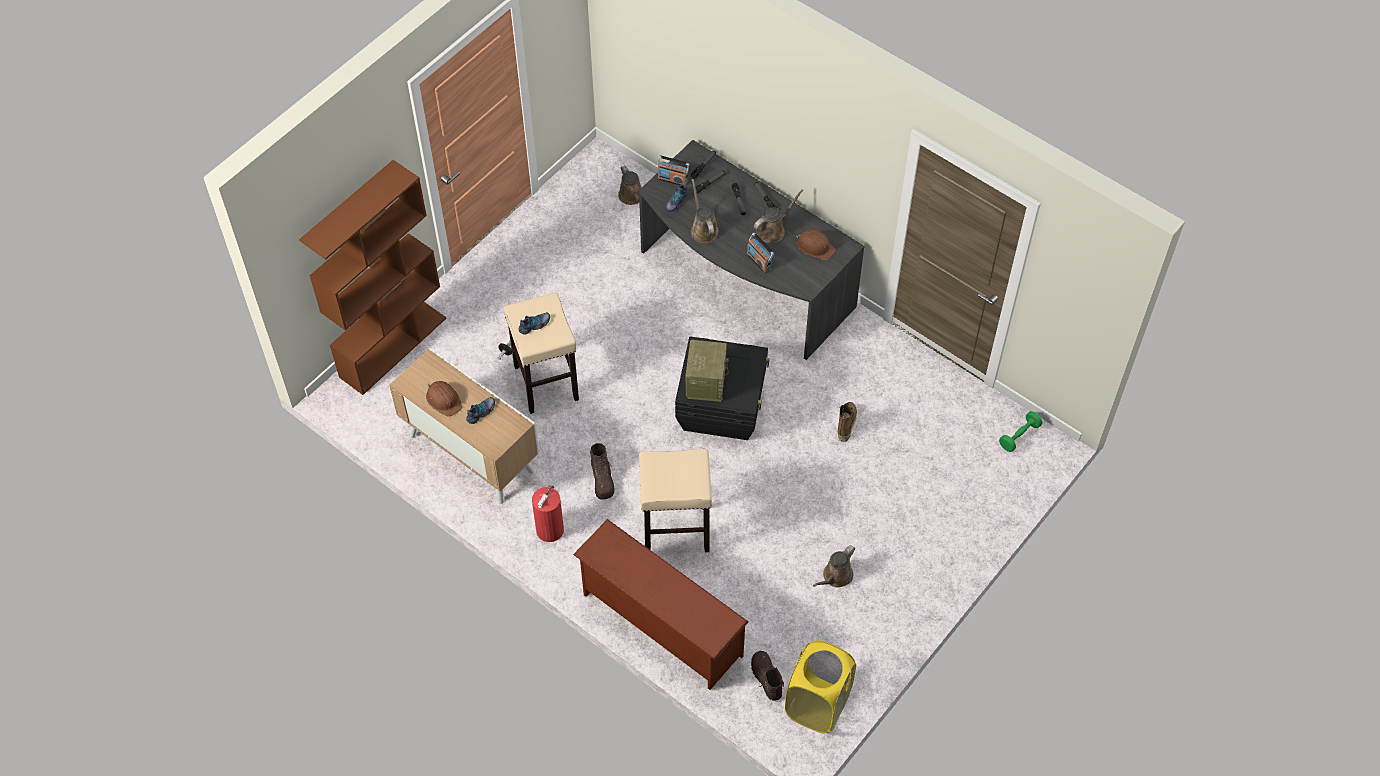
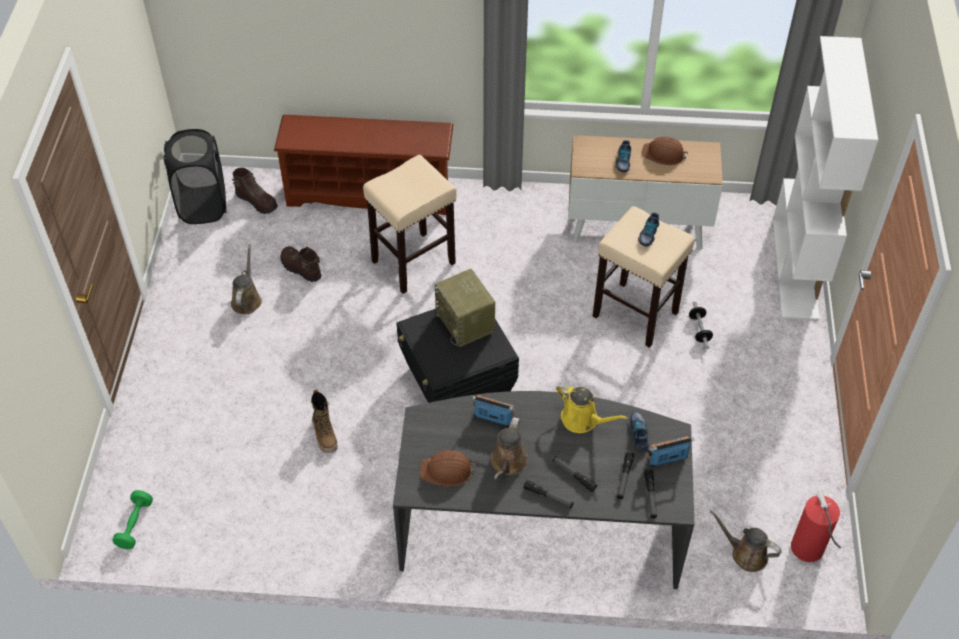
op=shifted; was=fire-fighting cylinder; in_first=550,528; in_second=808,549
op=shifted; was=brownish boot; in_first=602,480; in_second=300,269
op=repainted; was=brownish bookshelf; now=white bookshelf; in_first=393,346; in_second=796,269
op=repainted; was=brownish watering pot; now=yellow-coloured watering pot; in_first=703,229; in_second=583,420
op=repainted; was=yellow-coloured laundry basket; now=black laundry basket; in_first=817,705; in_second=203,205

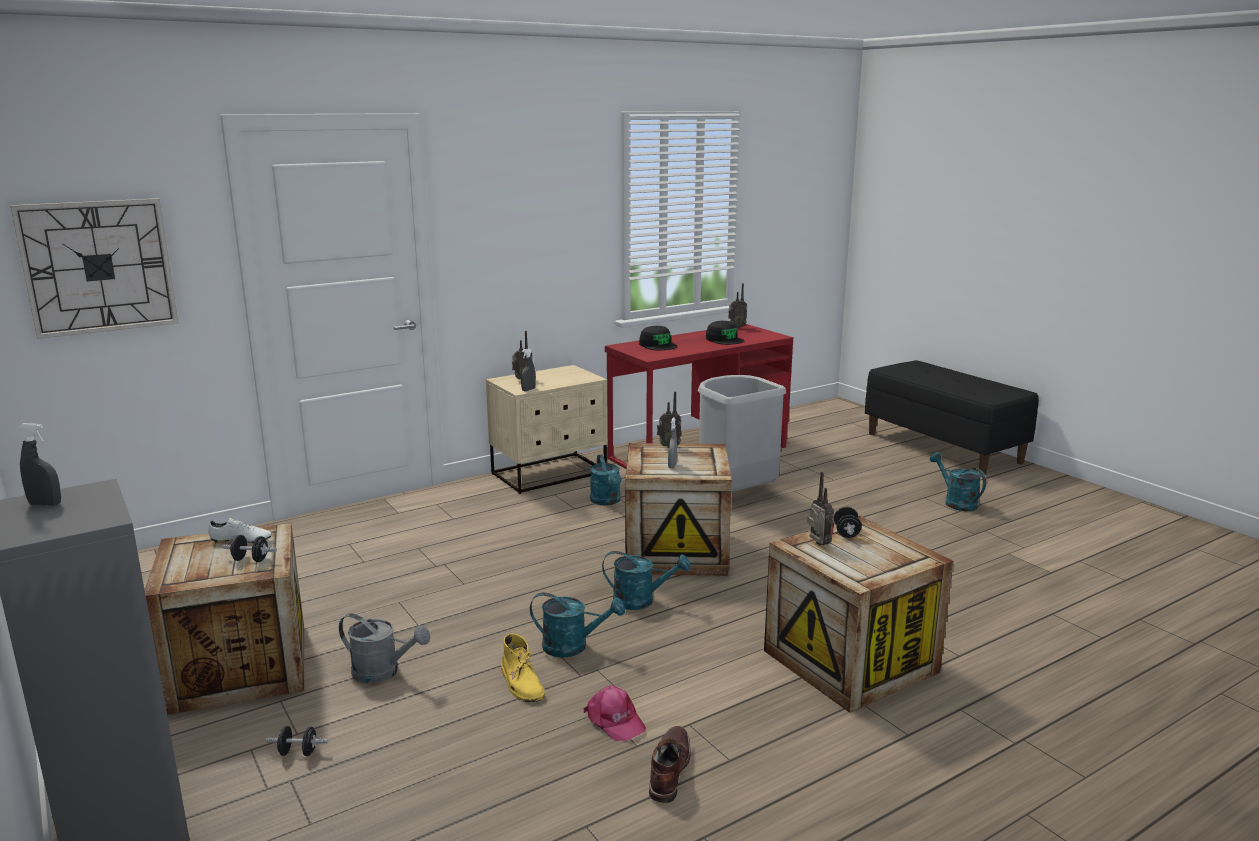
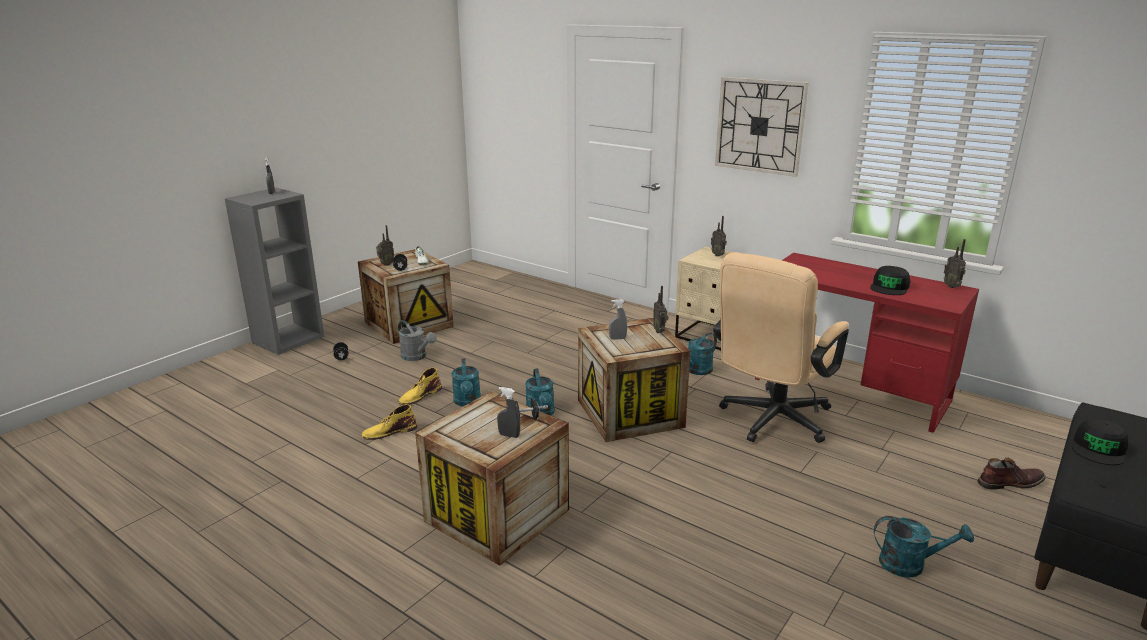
op=shifted; was=hanging clock; in_first=98,267; in_second=760,126
op=shifted; was=grey sprayer; in_first=528,390; in_second=509,435
op=shifted; was=black baseball cap; in_first=658,345; in_second=1098,449
op=shifted; was=brownish boot; in_first=668,770; in_second=1009,482
op=shifted; was=radio receiver; in_first=818,545; in_second=386,264
op=swapped; was=pinkish baseball cap; now=yellow-coloured boot; in_first=614,720; in_second=389,432
op=swapped; was=grey trash can; now=beige computer chair; in_first=734,495; in_second=770,422
op=rotated; was=grey watering pot; in_first=383,672; in_second=417,357; clockwise=-45
op=rotated; was=blue-green watering pot; in_first=956,502; in_second=910,564; clockwise=60

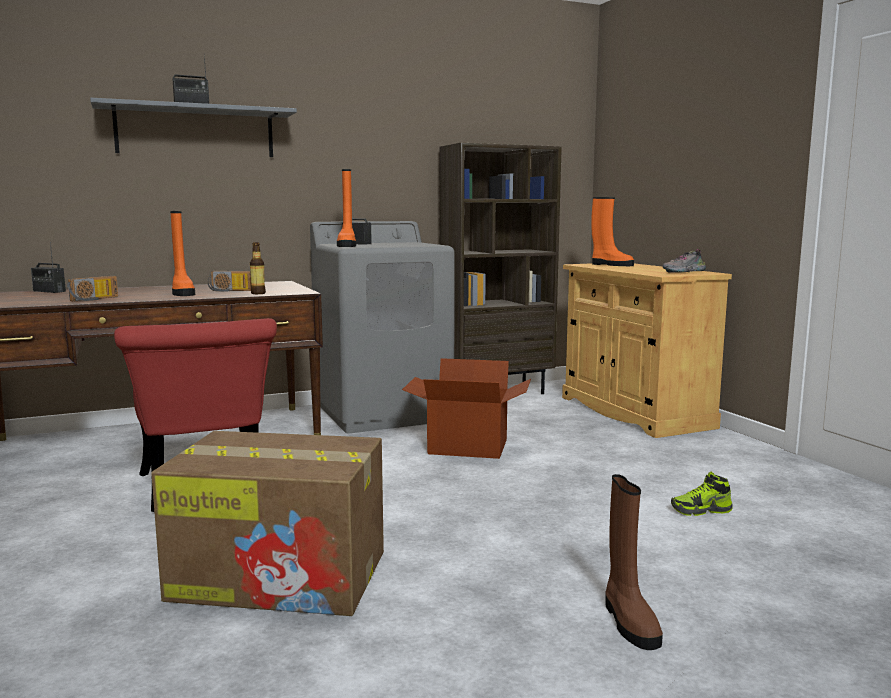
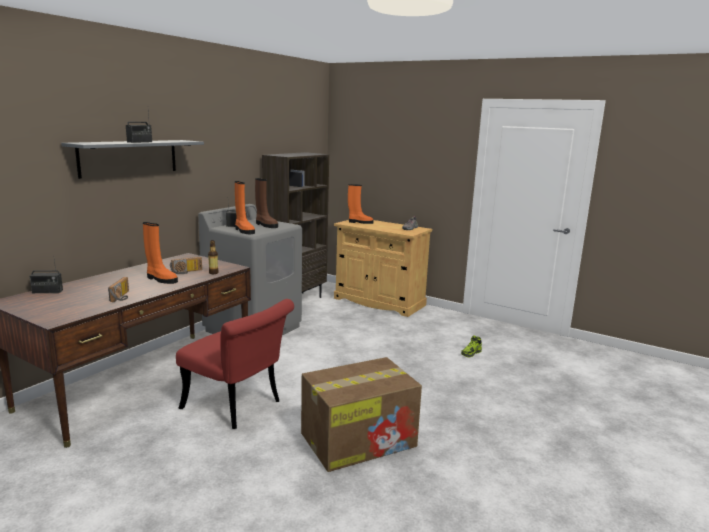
op=gone; was=carton; in_first=467,447
op=shifted; was=brownish boot; in_first=629,622; in_second=265,225

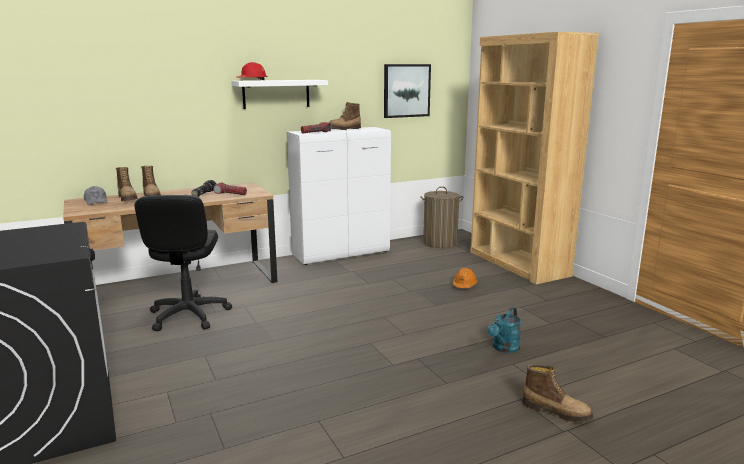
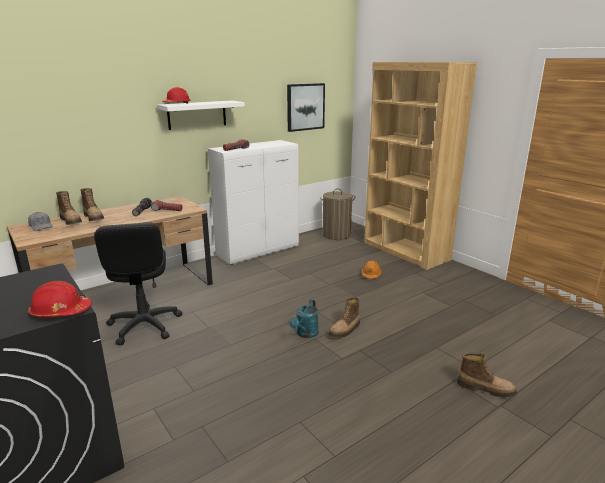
op=new; now=red hard hat; in_second=60,312
op=shifted; was=boot; in_first=344,129; in_second=345,330
op=shifted; was=blue-green watering pot; in_first=504,348; in_second=305,334

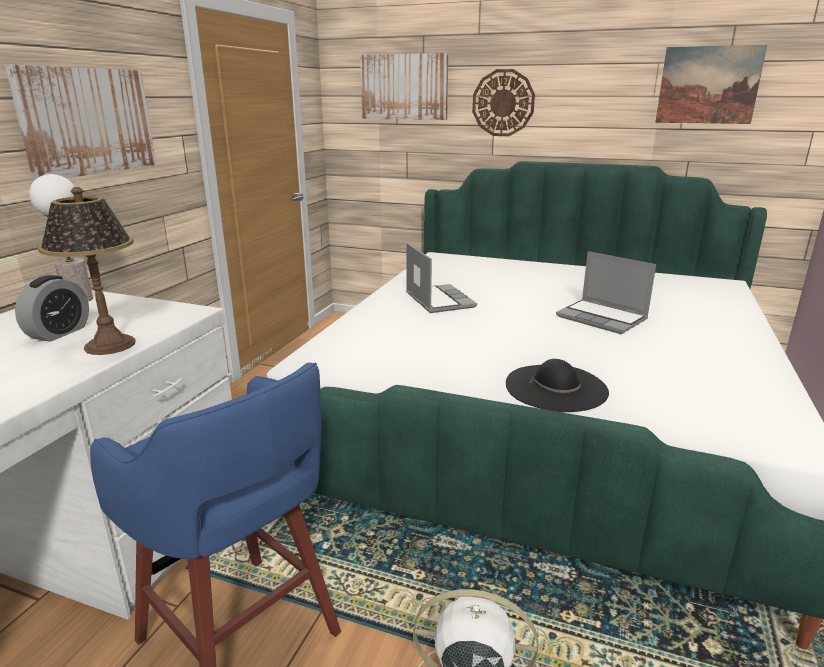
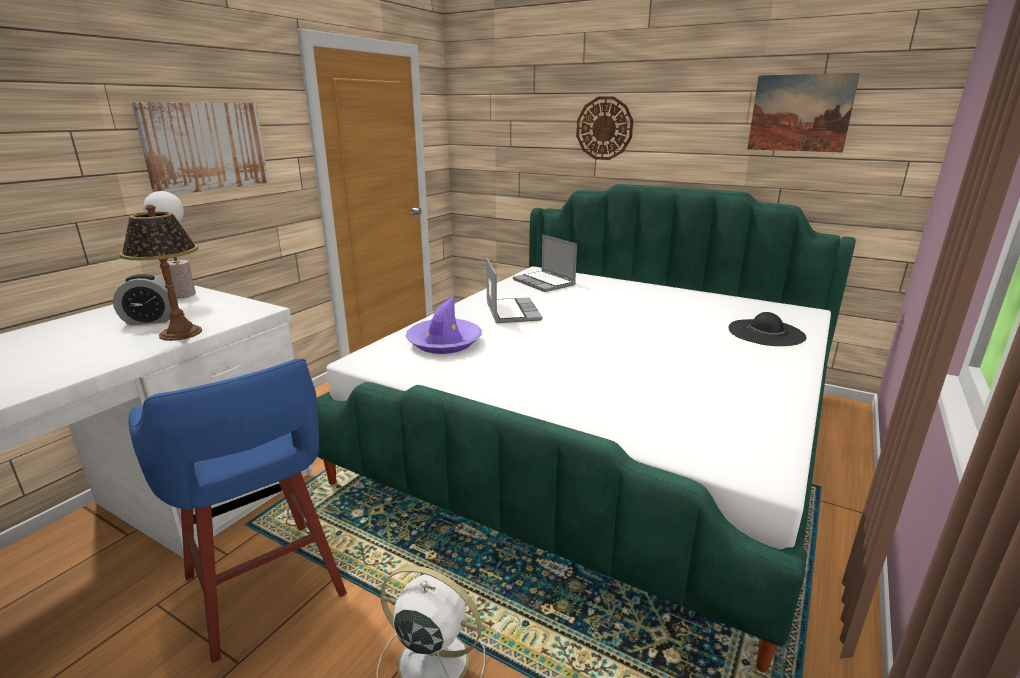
op=gone; was=wall picture; in_first=404,87
op=new; now=purple-coloured hat; in_second=444,343
op=shifted; was=black hat; in_first=556,387; in_second=766,332
op=shifted; was=notebook computer; in_first=603,318; in_second=545,283
op=rotated; was=table clock; in_first=59,333; in_second=151,320; clockwise=45

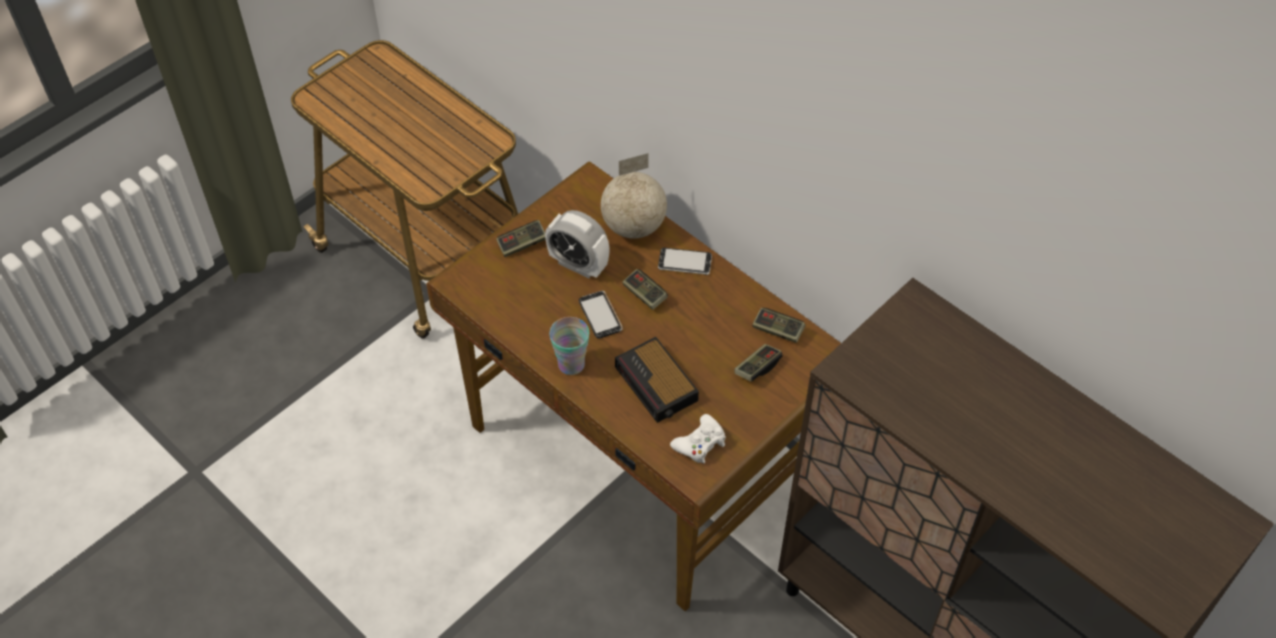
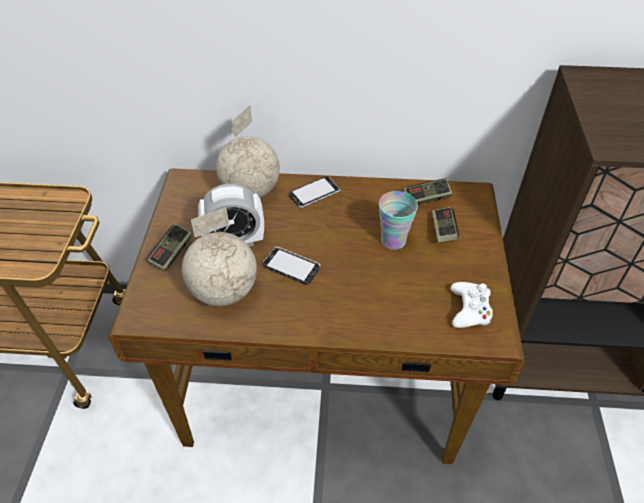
op=gone; was=table clock; in_first=657,385
op=gone; was=game controller; in_first=644,294
op=new; now=desk globe; in_second=223,291
op=shifted; was=small cup; in_first=571,364; in_second=393,240

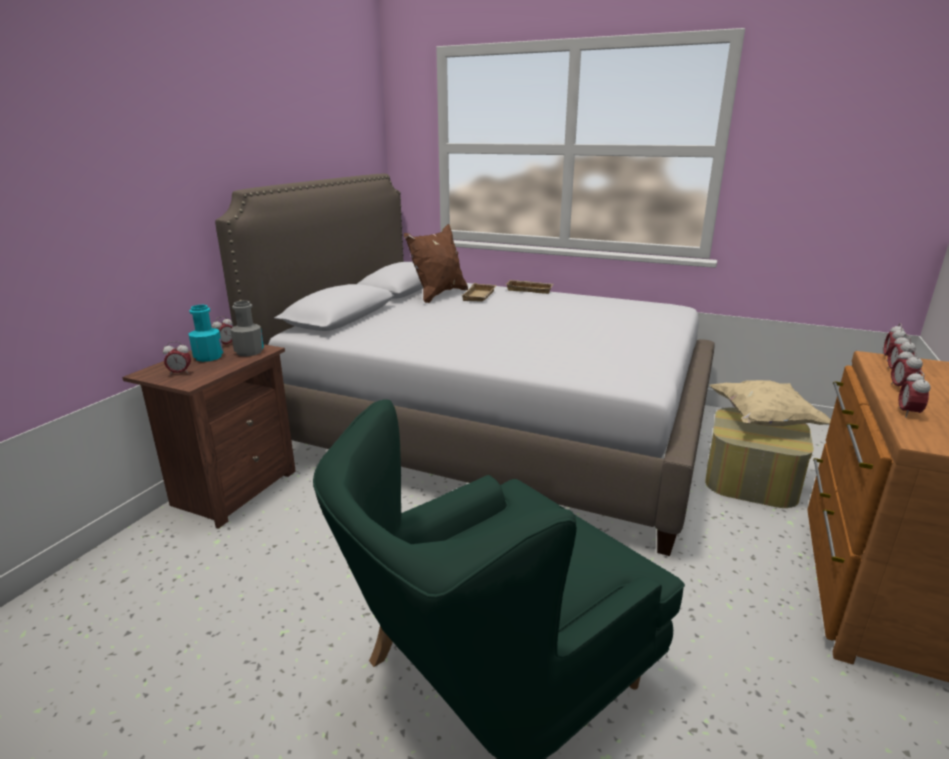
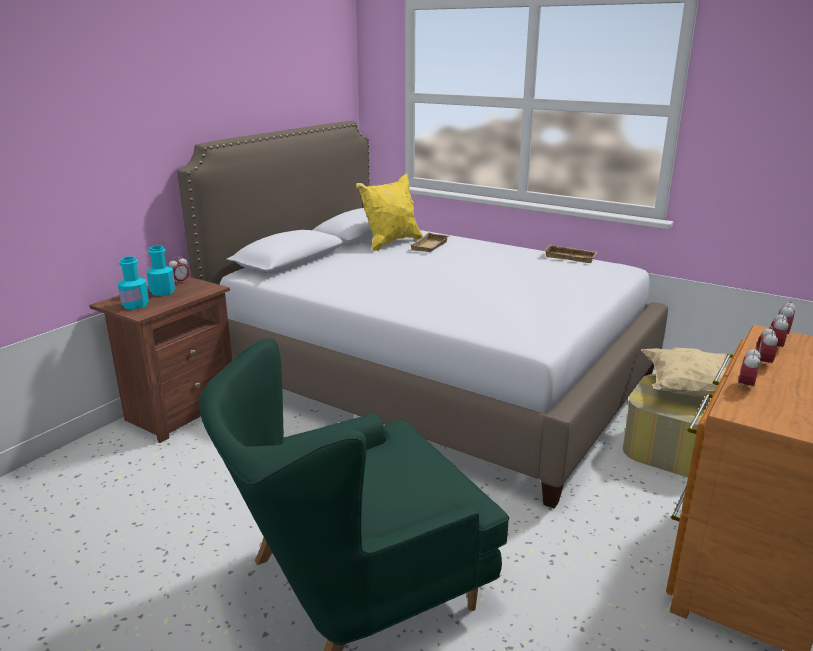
op=gone; was=grey bottle; in_first=249,352
op=shifted; was=beige serving tray; in_first=530,289; in_second=571,257
op=swapped; was=table clock; now=blue-green bottle; in_first=180,373; in_second=135,305
op=repainted; was=brownish pillow; now=yellow-coloured pillow; in_first=438,295; in_second=390,243

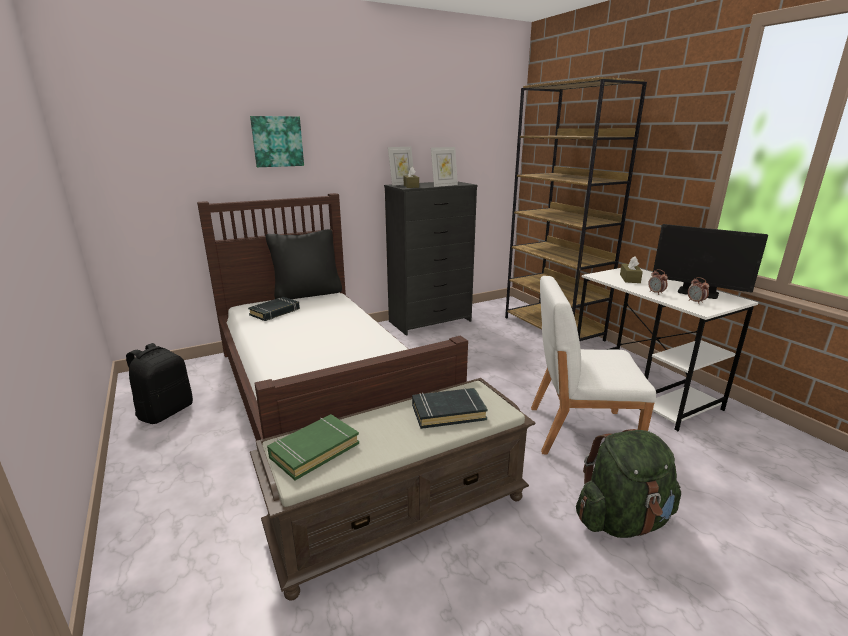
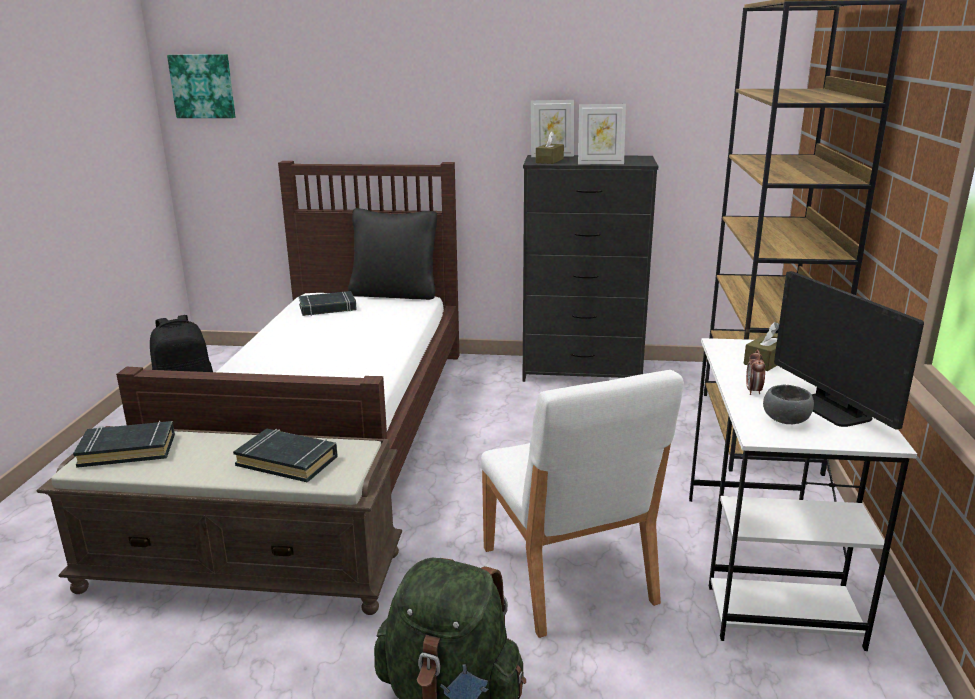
op=shifted; was=wall picture; in_first=277,141; in_second=203,86
op=swapped; was=table clock; now=grey bowl; in_first=695,302; in_second=787,421
op=repainted; was=greenish bound book; now=black bound book; in_first=314,450; in_second=128,450
op=rotated; was=white upright chair; in_first=579,430; in_second=567,576; clockwise=-150

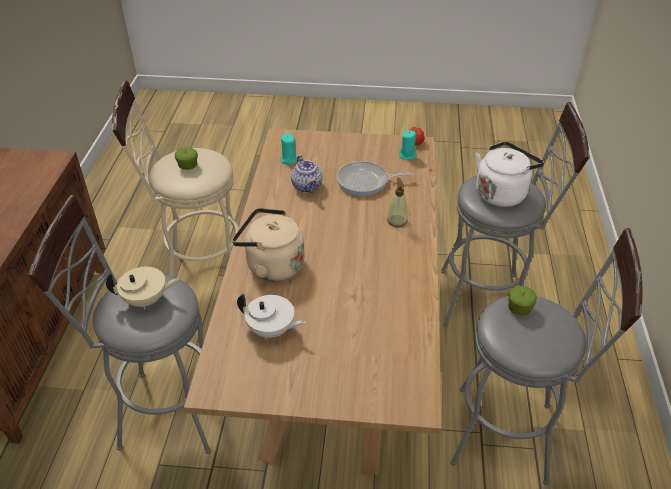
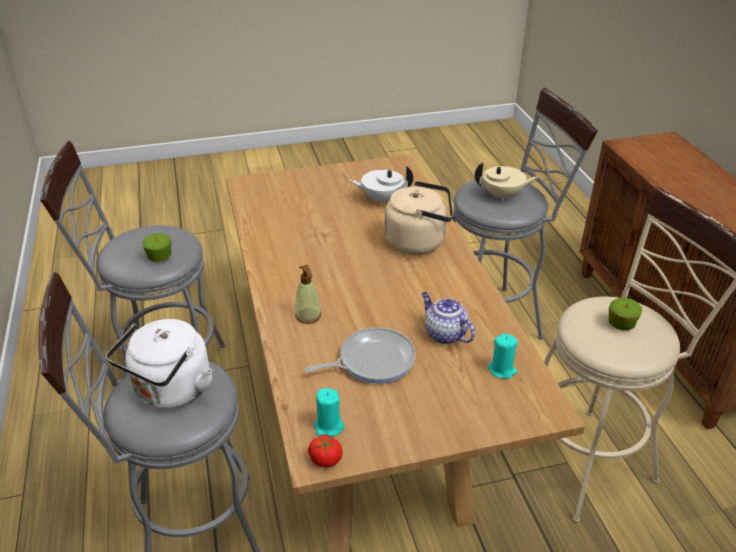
op=rotated; was=beige teapot; in_first=146,300; in_second=503,196; clockwise=-150

